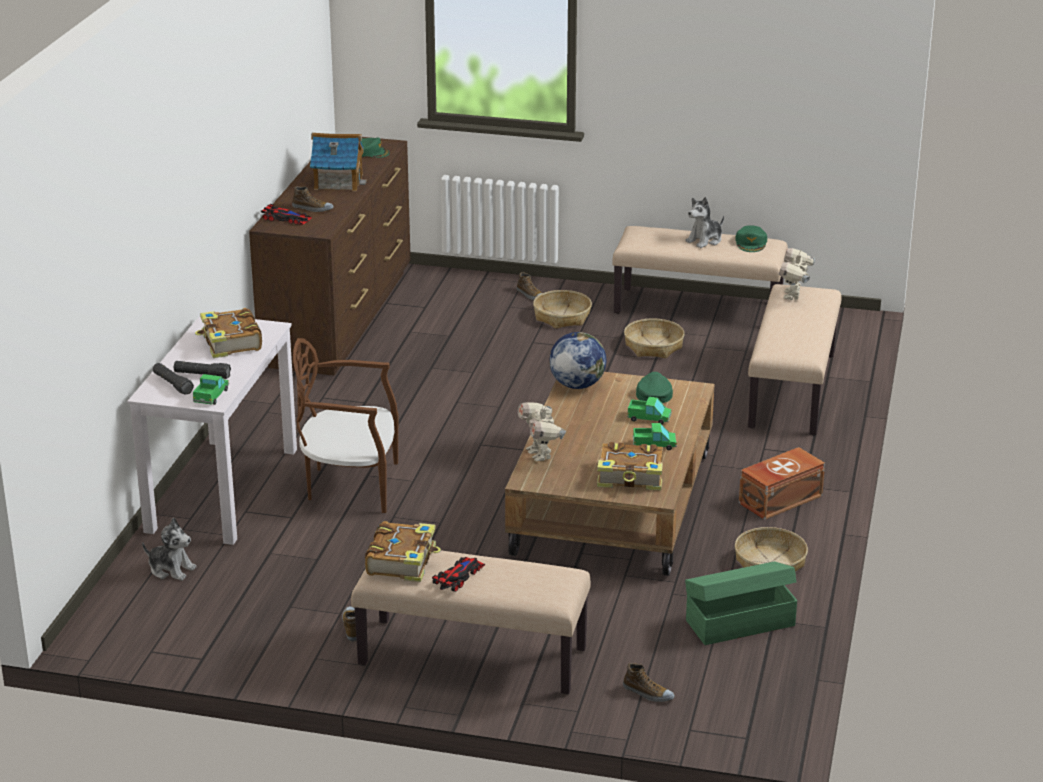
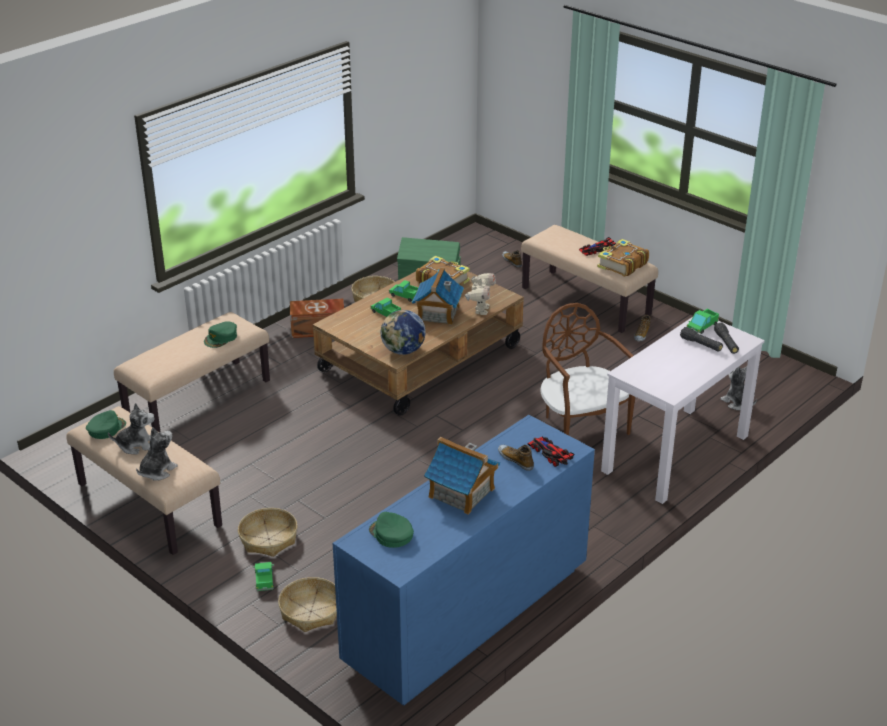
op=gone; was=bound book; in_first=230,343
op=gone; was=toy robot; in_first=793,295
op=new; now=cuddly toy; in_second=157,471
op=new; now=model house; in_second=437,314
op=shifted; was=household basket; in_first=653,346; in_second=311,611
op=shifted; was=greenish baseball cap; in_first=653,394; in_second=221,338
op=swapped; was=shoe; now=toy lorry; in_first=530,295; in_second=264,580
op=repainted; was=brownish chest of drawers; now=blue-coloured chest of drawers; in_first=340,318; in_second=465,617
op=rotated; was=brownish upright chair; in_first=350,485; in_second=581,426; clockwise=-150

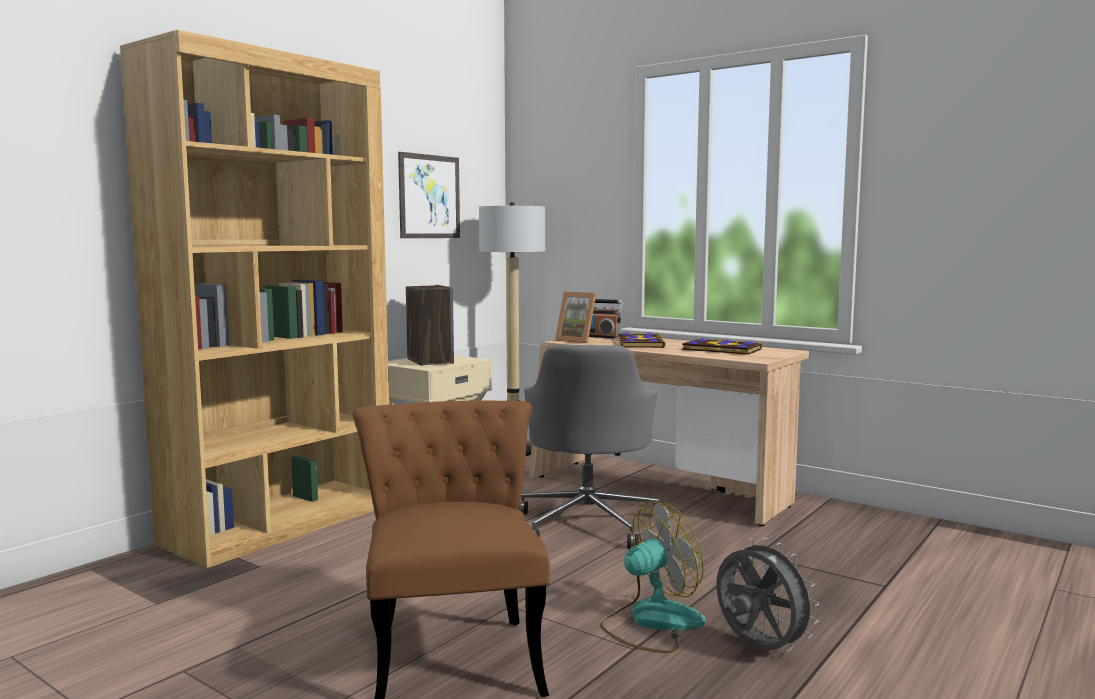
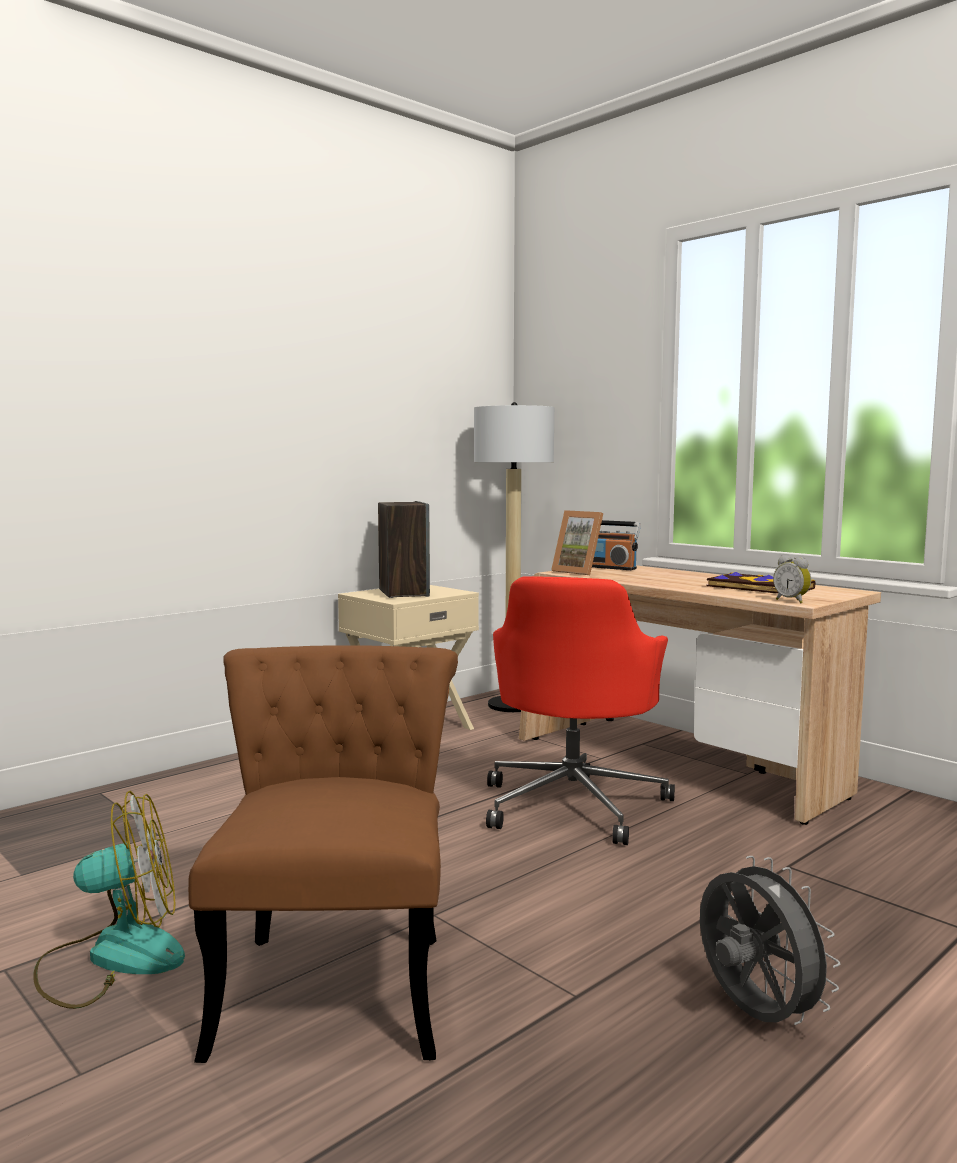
op=gone; was=brownish bookshelf; in_first=282,524
op=gone; was=wall picture; in_first=429,196
op=gone; was=bound book; in_first=639,343
op=new; now=table clock; in_second=792,601
op=shifted; was=electric fan; in_first=651,622; in_second=112,958
op=repainted; was=grey computer chair; now=red computer chair; in_first=588,522; in_second=574,804

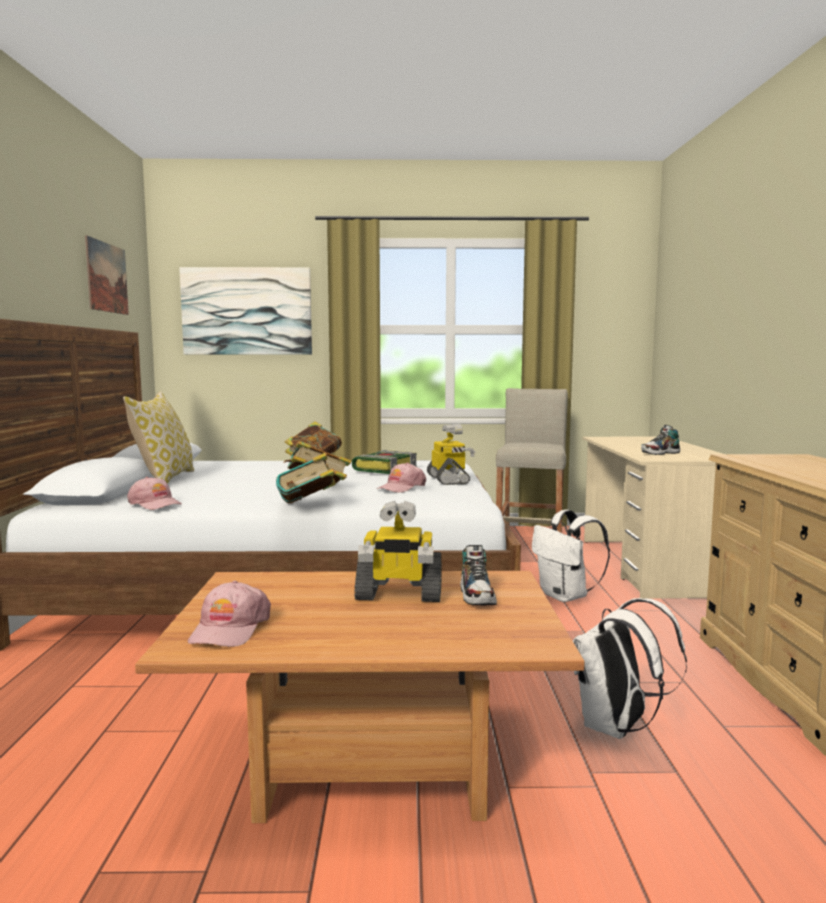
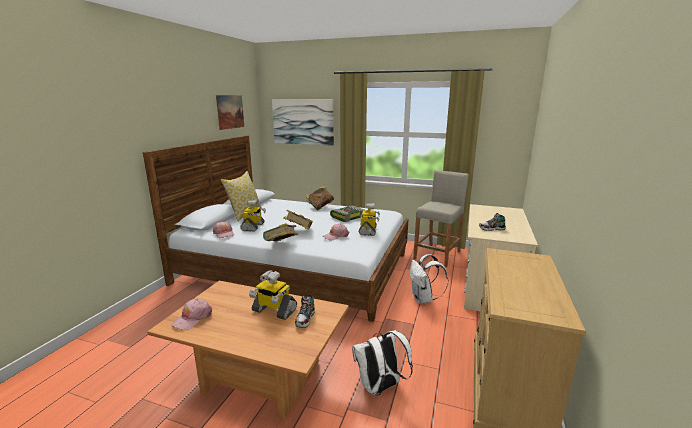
op=new; now=toy robot; in_second=253,227

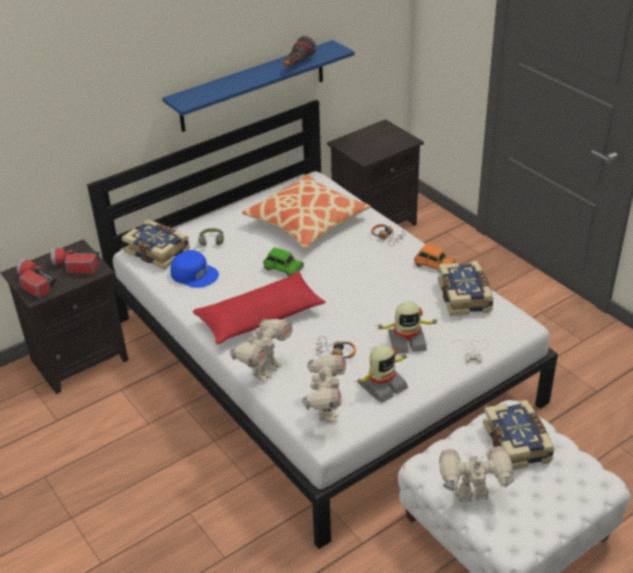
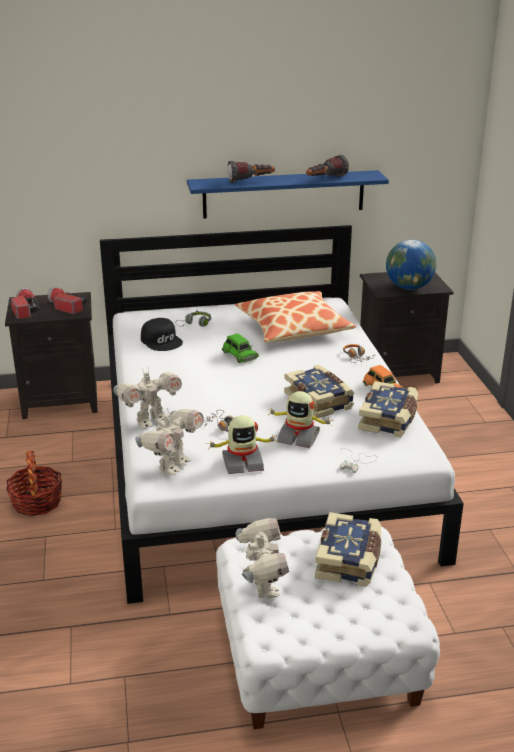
op=gone; was=red pillow; in_first=260,317
op=new; now=household basket; in_second=36,502
op=new; now=flashlight; in_second=251,181
op=new; now=desk globe; in_second=409,287
op=shifted; was=bound book; in_first=158,251; in_second=319,401
op=repainted; was=blue-coloured baseball cap; now=black baseball cap; in_first=195,274; in_second=162,341
op=rotated; was=toy robot; in_first=472,497; in_second=262,587; clockwise=60

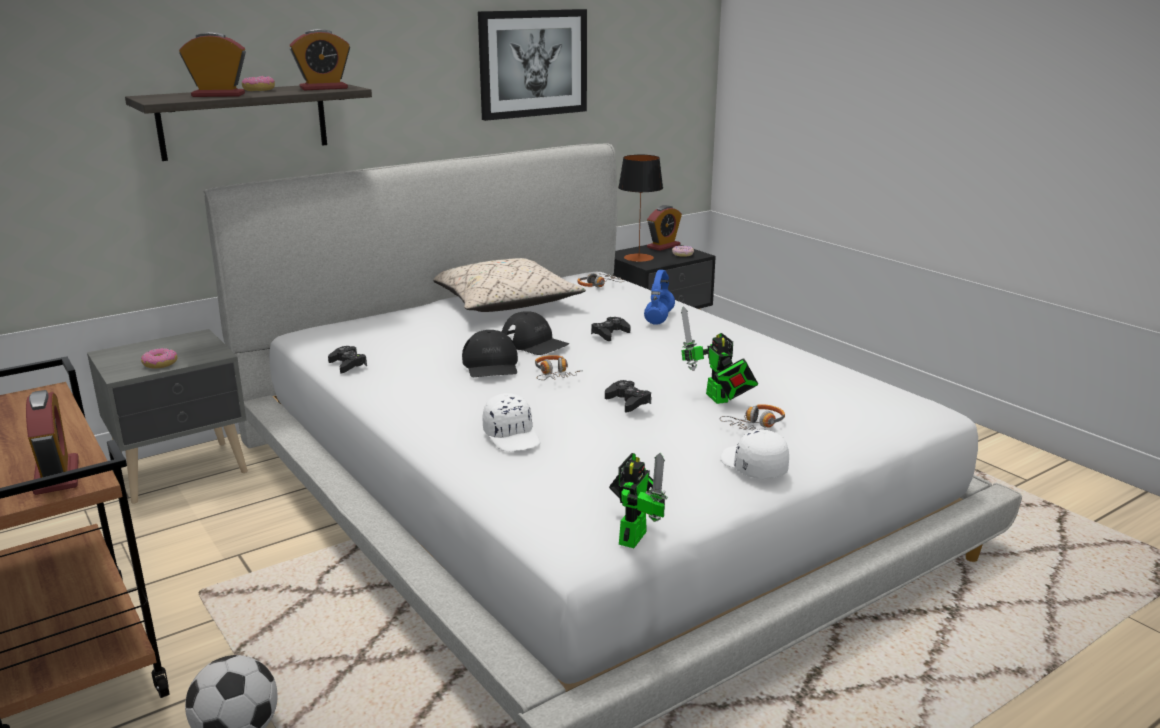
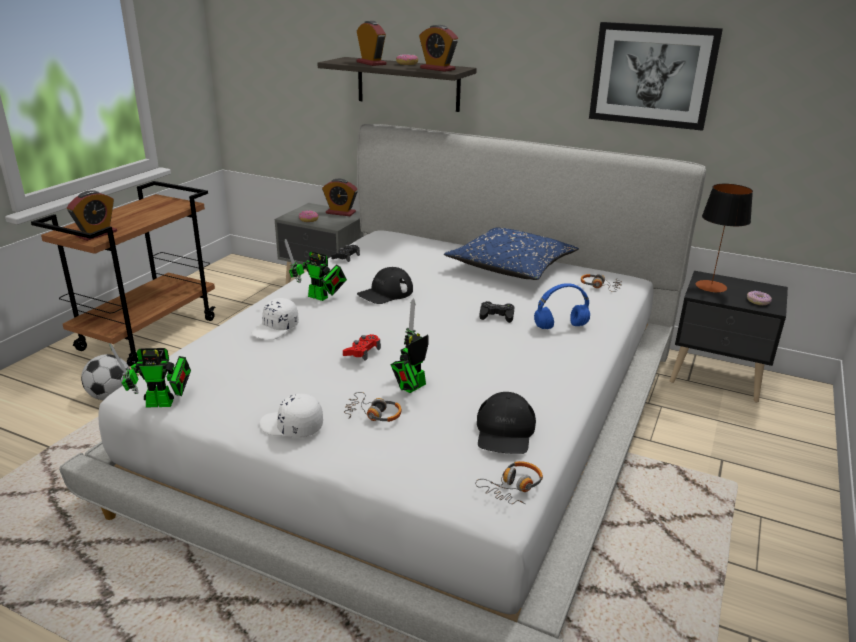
op=new; now=toy robot; in_second=320,298
op=shifted; was=black baseball cap; in_first=534,343; in_second=505,432
op=shifted; was=pair of headphones; in_first=554,374; in_second=513,488
op=shifted; was=table clock; in_first=663,246; in_second=340,213
op=repainted; was=beige pillow; now=blue-coloured pillow; in_first=504,303; in_second=511,267
op=repainted; was=black game controller; now=red game controller; in_first=628,402; in_second=362,351
op=rotated; was=white baseball cap; in_first=752,467; in_second=292,427; clockwise=-105

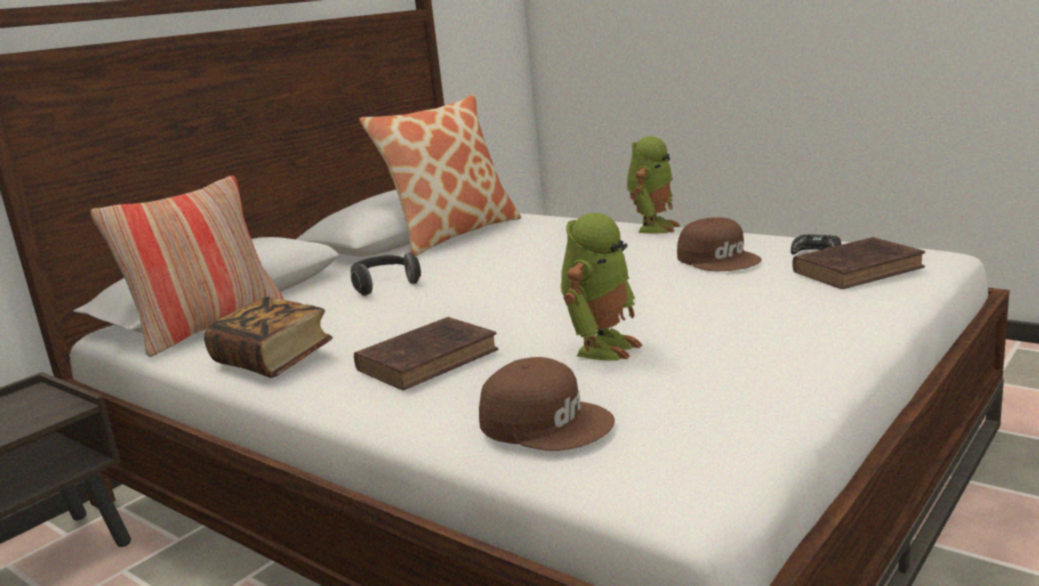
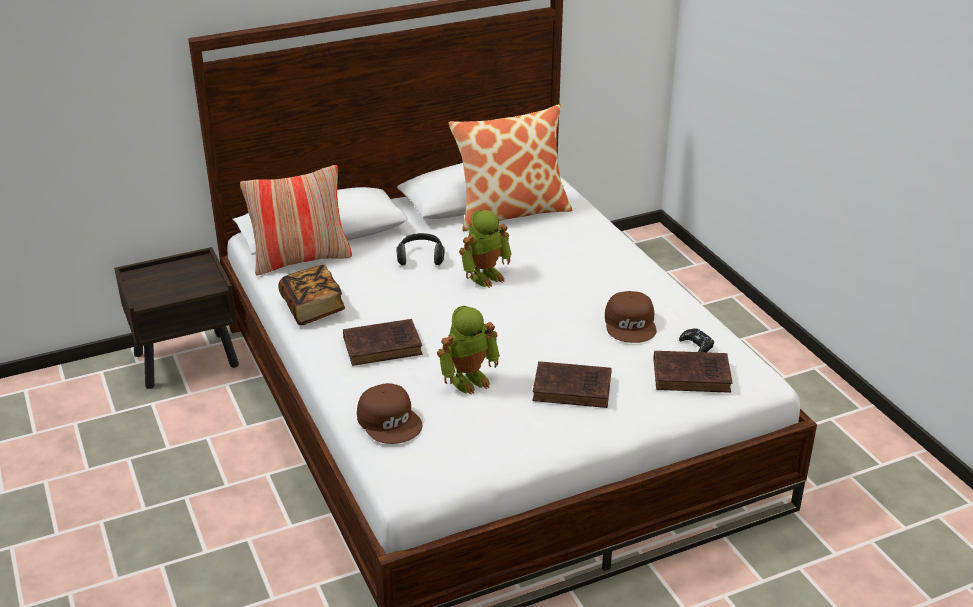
op=new; now=brownish bound book; in_second=574,389
op=shifted; was=toy robot; in_first=653,228; in_second=485,276

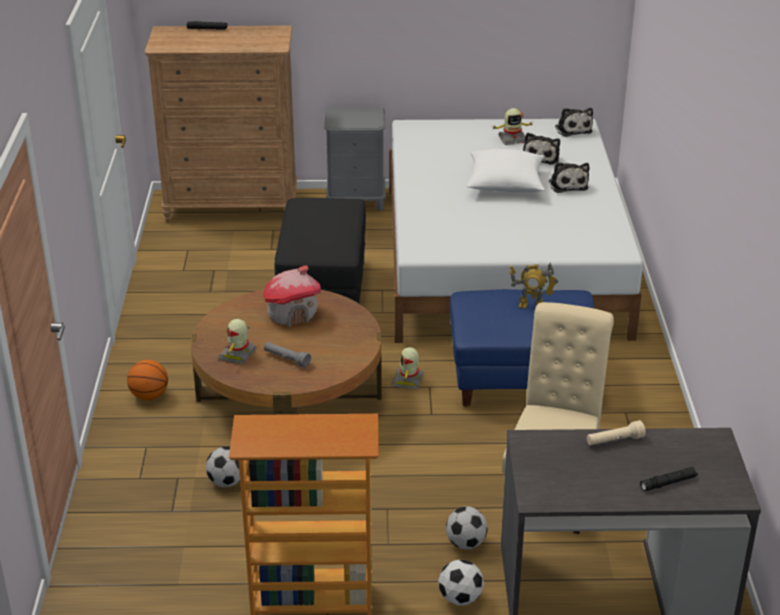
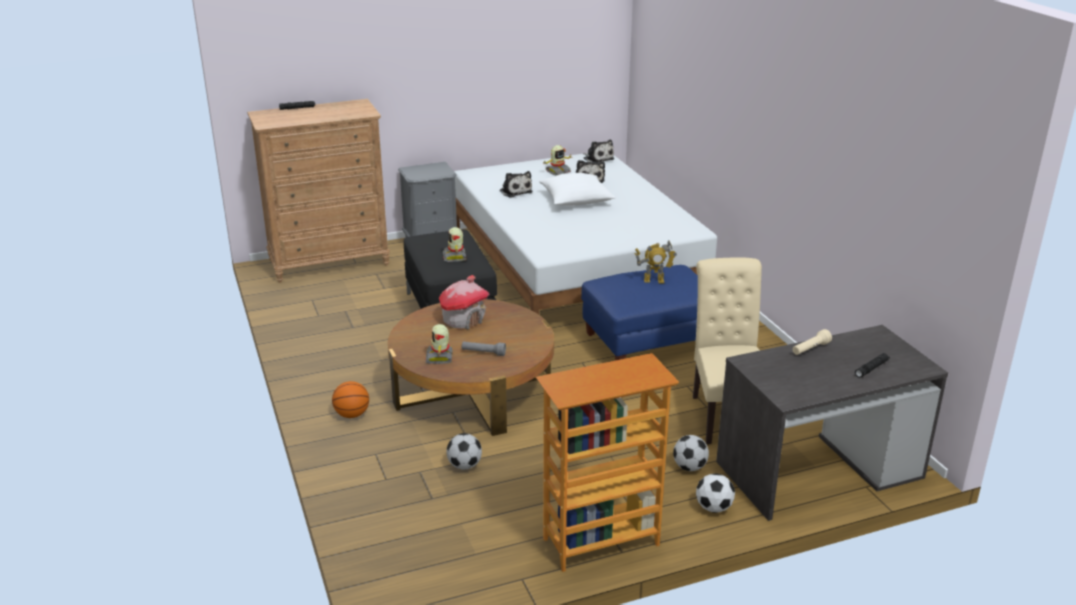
op=shifted; was=toy robot; in_first=408,381; in_second=455,257
op=shifted; was=cuddly toy; in_first=567,184; in_second=515,191

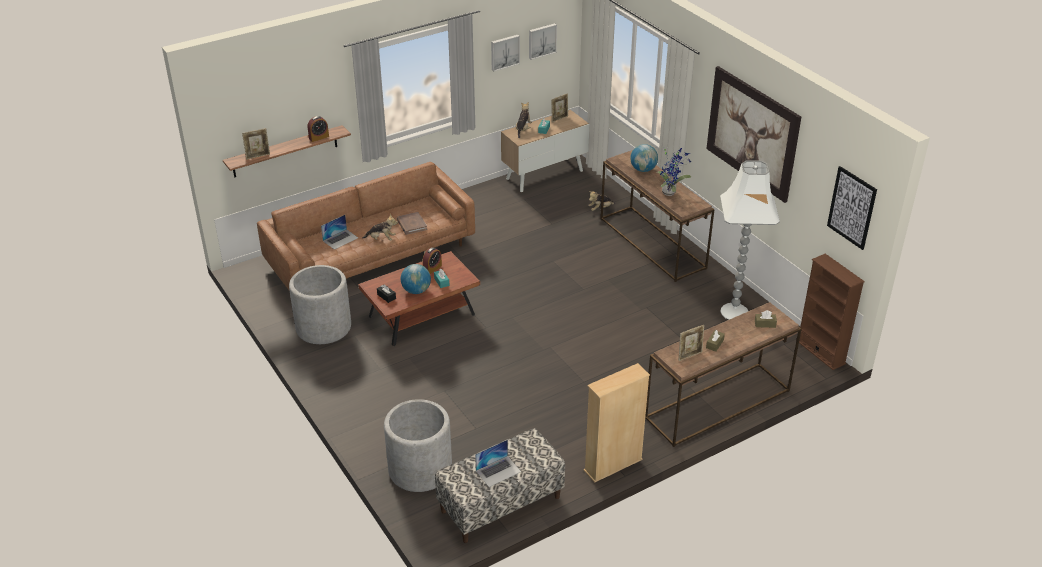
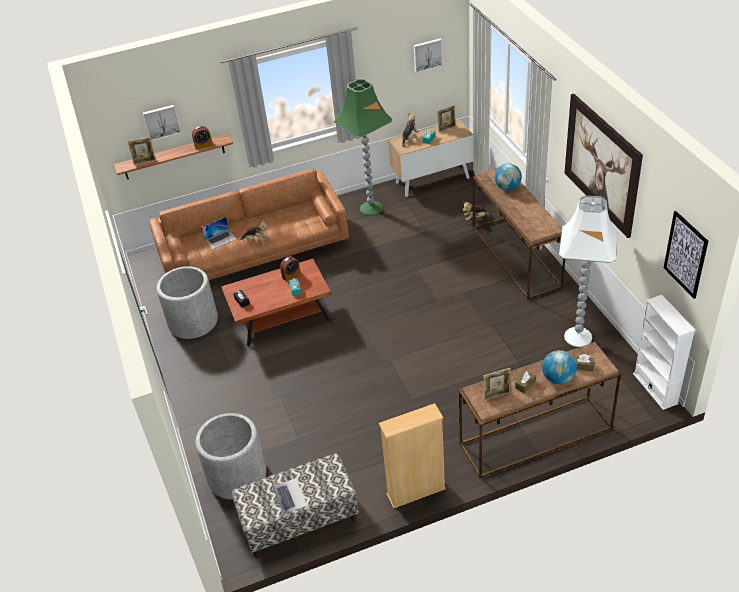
op=gone; was=brownish bound book; in_first=411,225
op=gone; was=houseplant; in_first=670,192
op=new; now=greenish standard lamp; in_second=371,208
op=shifted; was=desk globe; in_first=416,290; in_second=558,378
op=shifted; was=wall picture; in_first=504,52; in_second=161,122
op=repainted; was=brownish bookshelf; now=white bookshelf; in_first=820,352; in_second=655,388
op=rotated; was=notebook computer; in_first=498,471; in_second=289,496; clockwise=-90

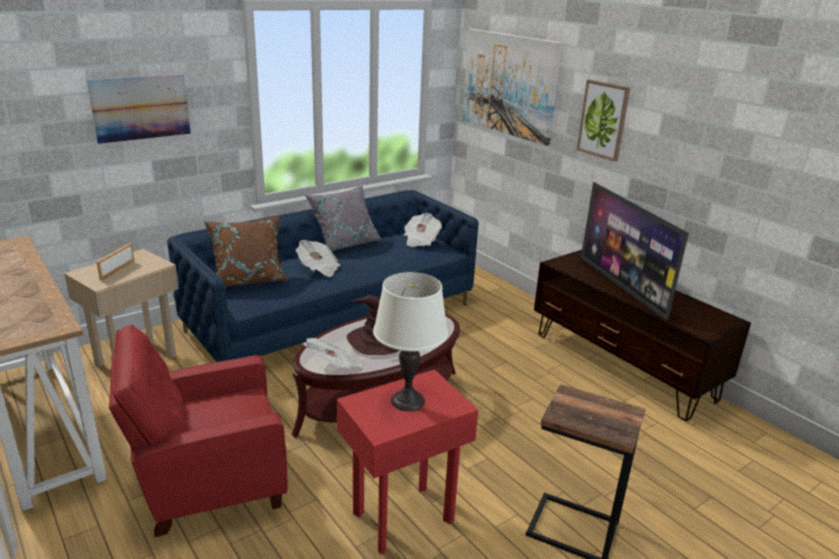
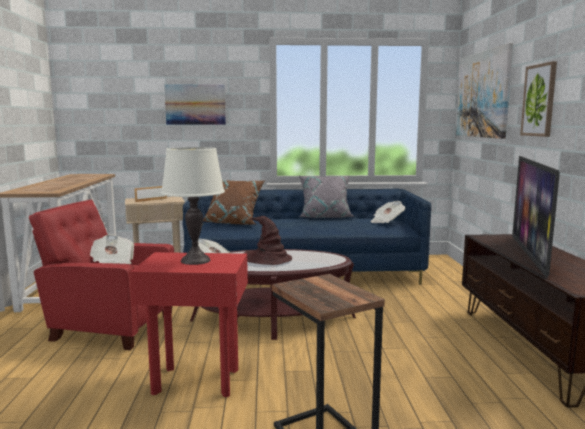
op=shifted; was=printed paper; in_first=318,269; in_second=112,264

